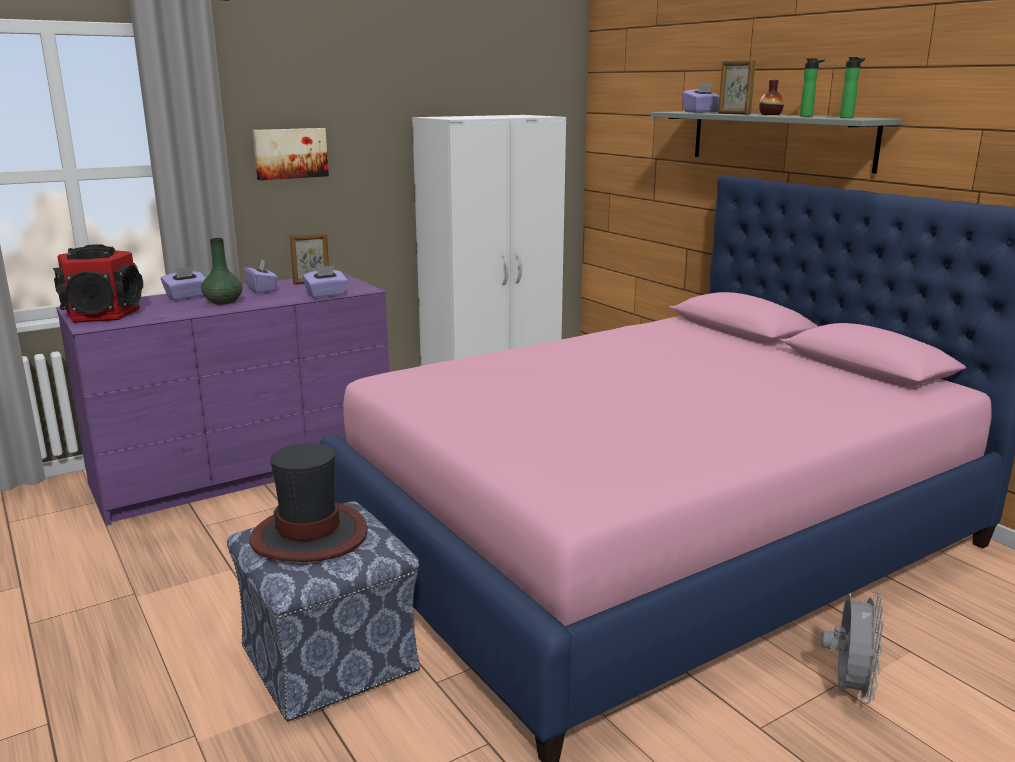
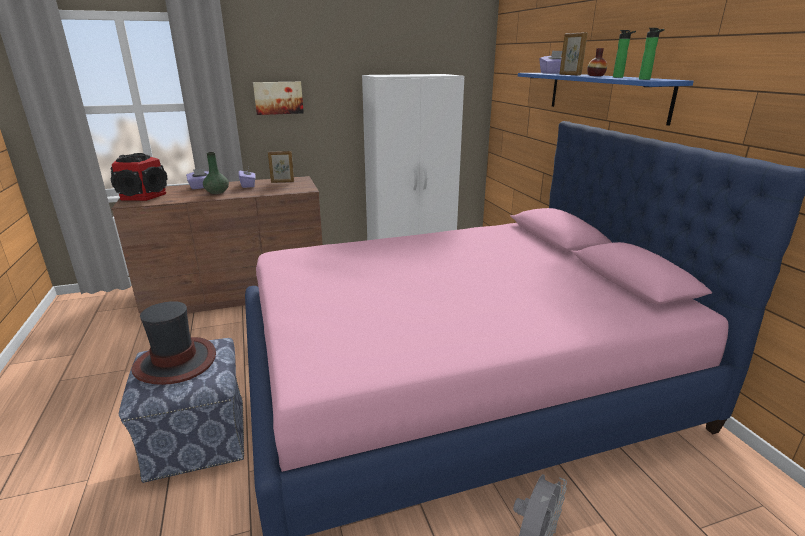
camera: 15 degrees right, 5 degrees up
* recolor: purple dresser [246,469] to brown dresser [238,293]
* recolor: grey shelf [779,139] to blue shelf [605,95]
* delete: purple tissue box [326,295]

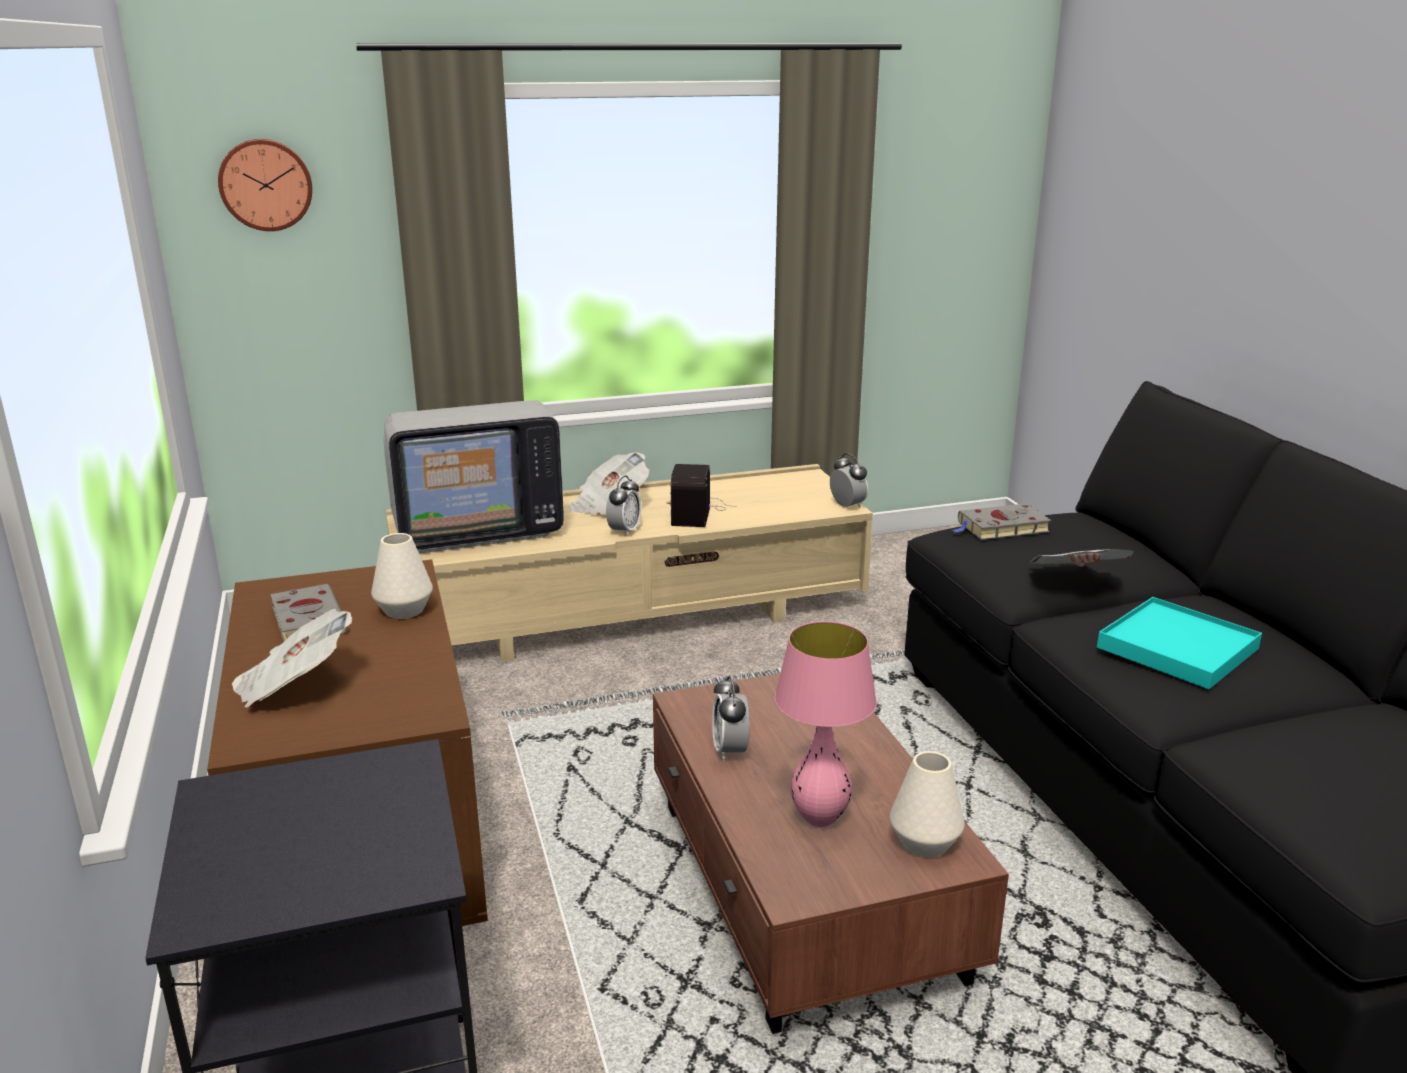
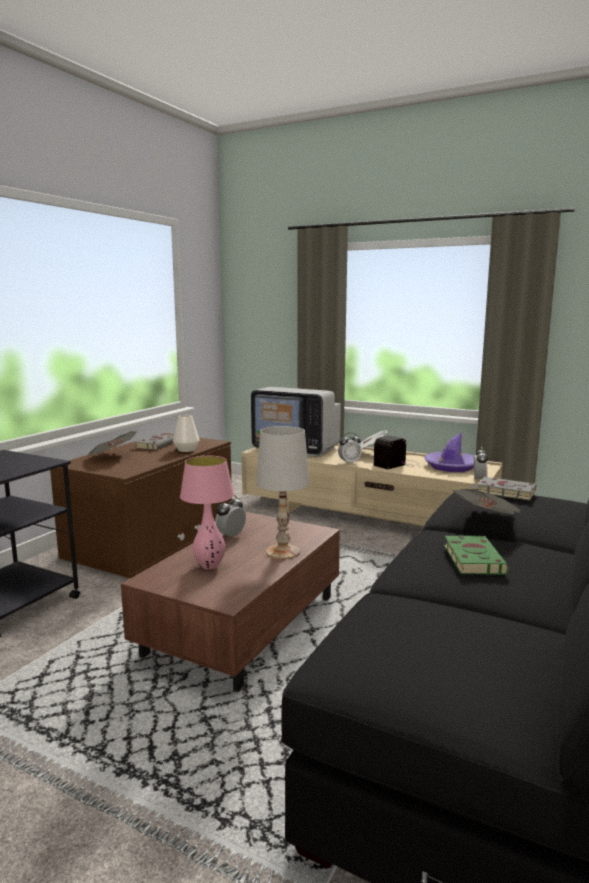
camera: 45 degrees right, 10 degrees down
* insert: white table lamp [283,552]
* insert: purple hat [451,466]
* replace: turquoise tray [1177,648] to green book [472,558]
* delete: wall clock [266,184]
* delete: white vase [925,842]

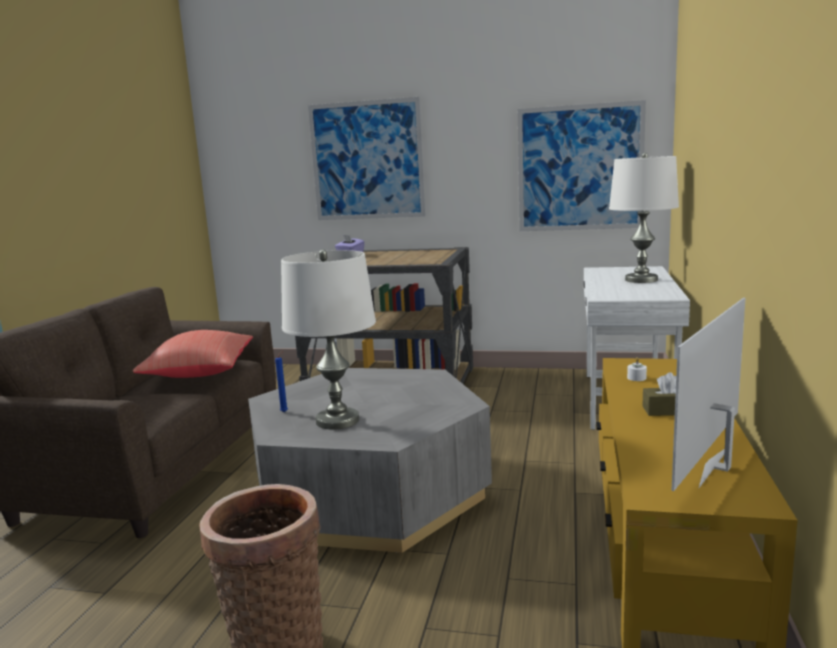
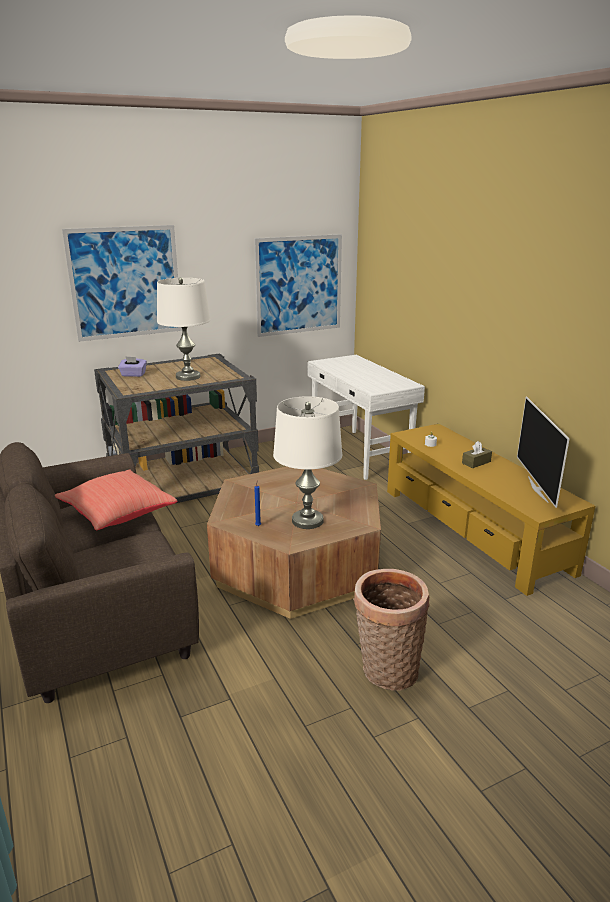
camera: 40 degrees left, 10 degrees up
* move: white table lamp [641,280] to [188,377]
* recolor: grey coffee table [370,492] to brown coffee table [296,565]

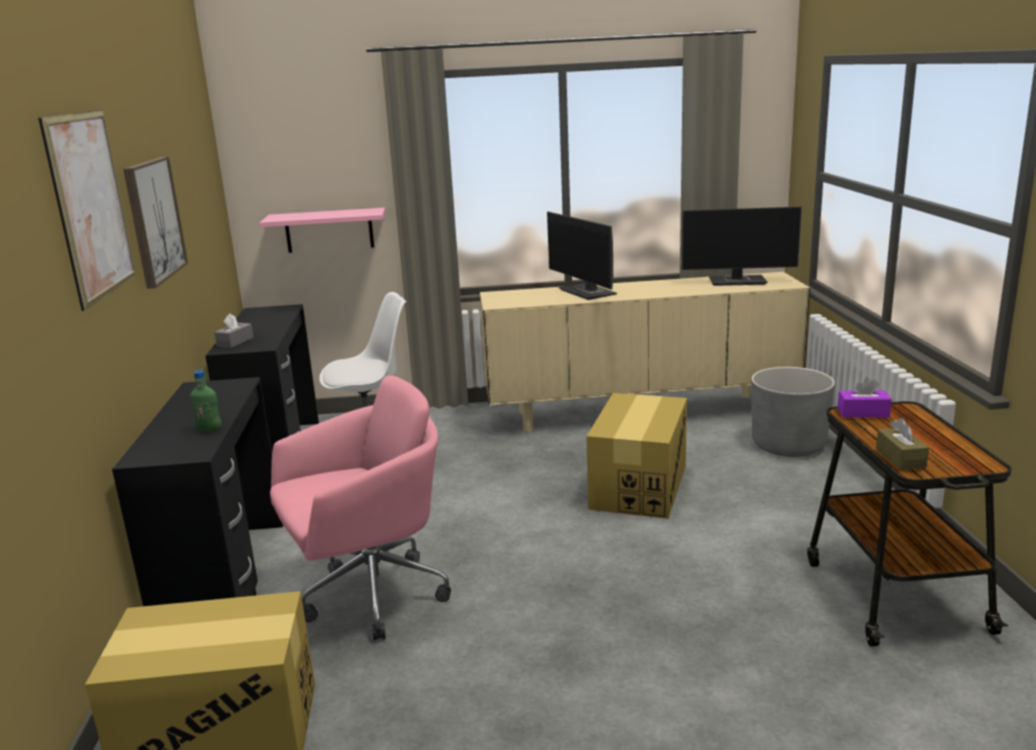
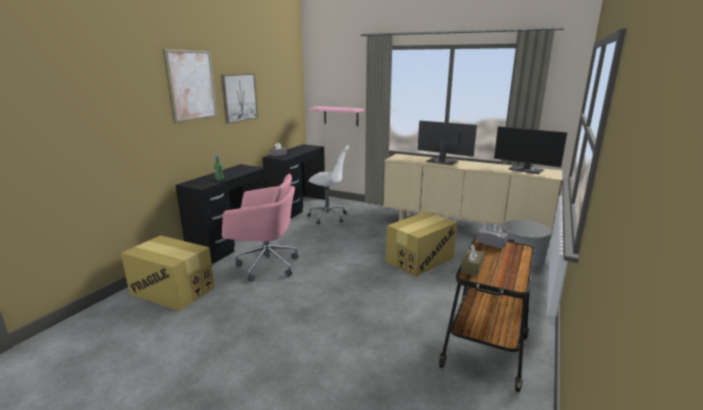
camera: 30 degrees right, 0 degrees up
* rotate: monitor [588,292] = [441,161] 120 degrees clockwise
* recolor: purple tissue box [863,413] to grey tissue box [491,243]

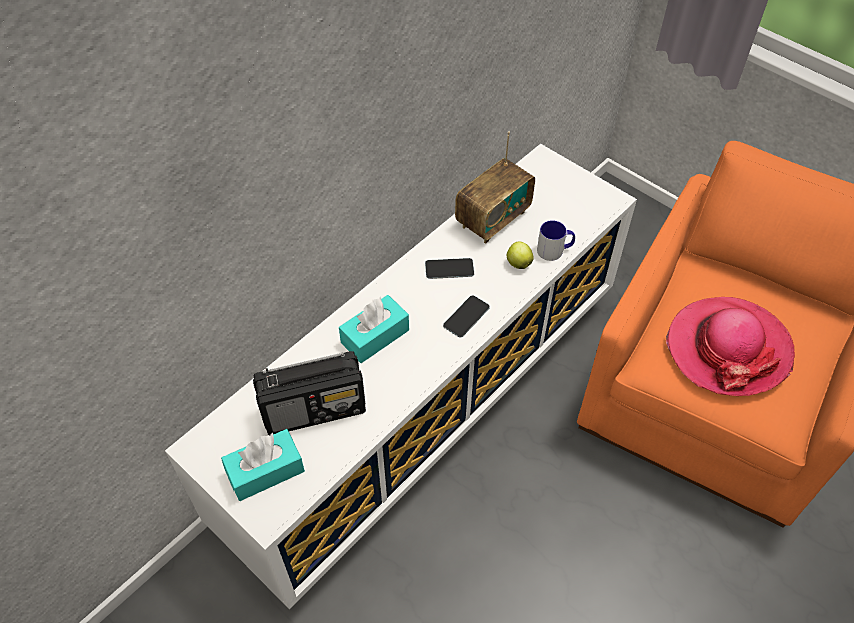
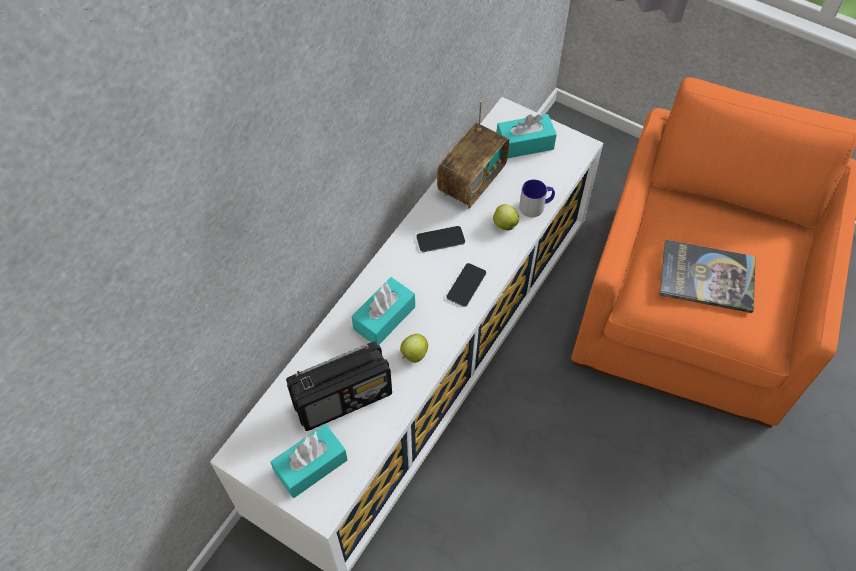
camera: 10 degrees left, 5 degrees up
* insert: apple [413,355]
* insert: turquoise tissue box [524,144]
* replace: hat [727,348] to book [707,277]

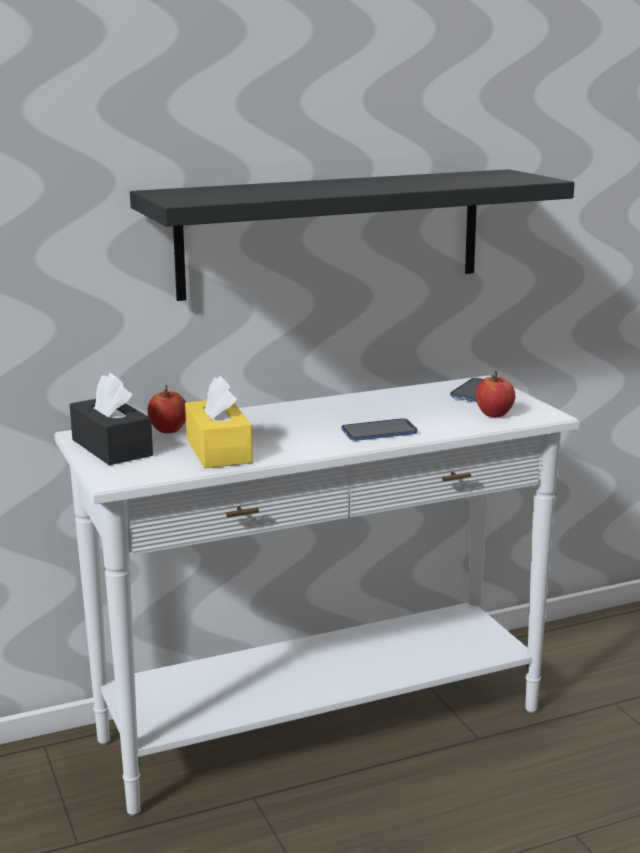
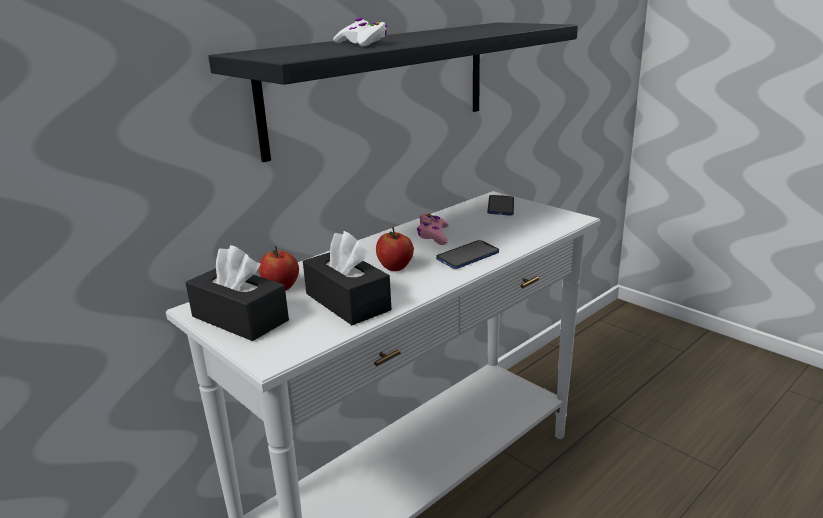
camera: 20 degrees left, 5 degrees up
* recolor: yellow tissue box [218,450] to black tissue box [347,302]
* insert: white game controller [361,43]
* move: apple [494,414] to [395,267]
* insert: pink game controller [433,235]

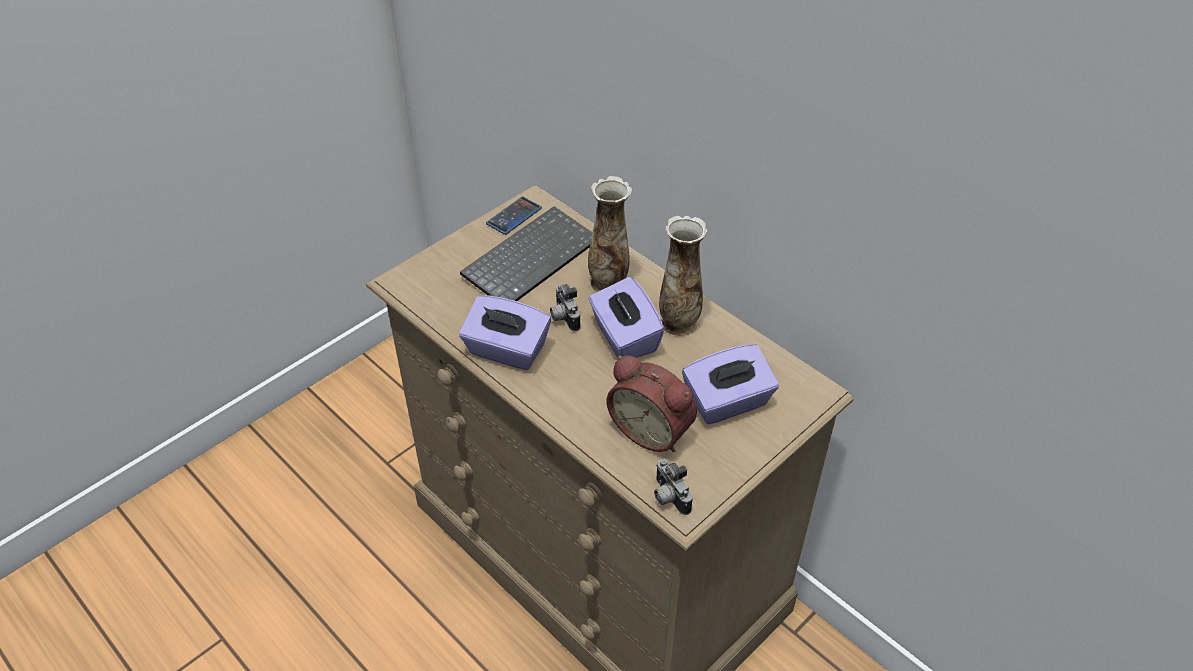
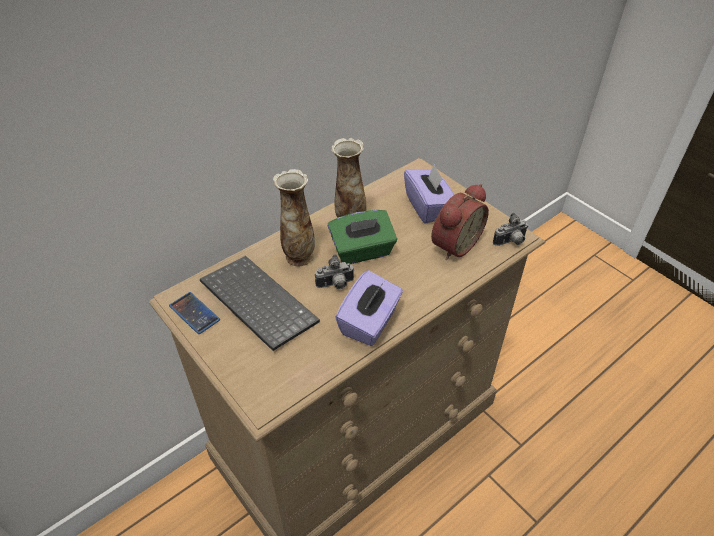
camera: 85 degrees left, 0 degrees up
* recolor: purple tissue box [624,337] to green tissue box [362,251]

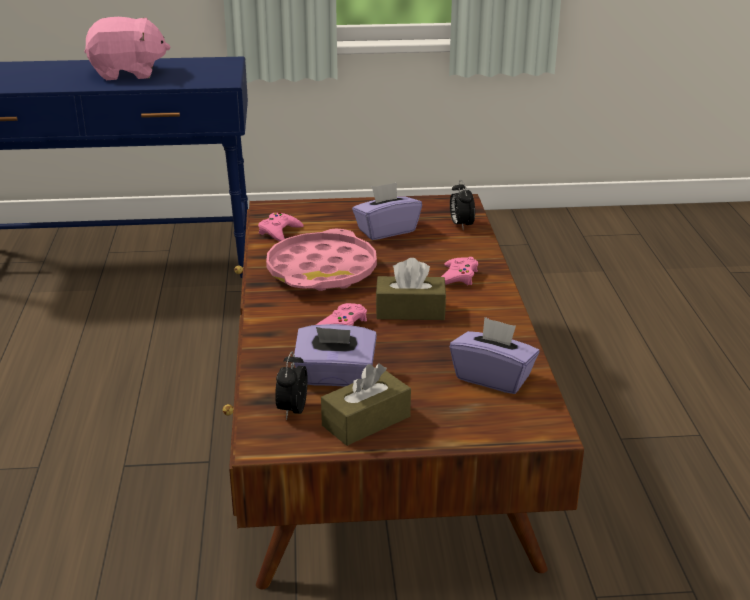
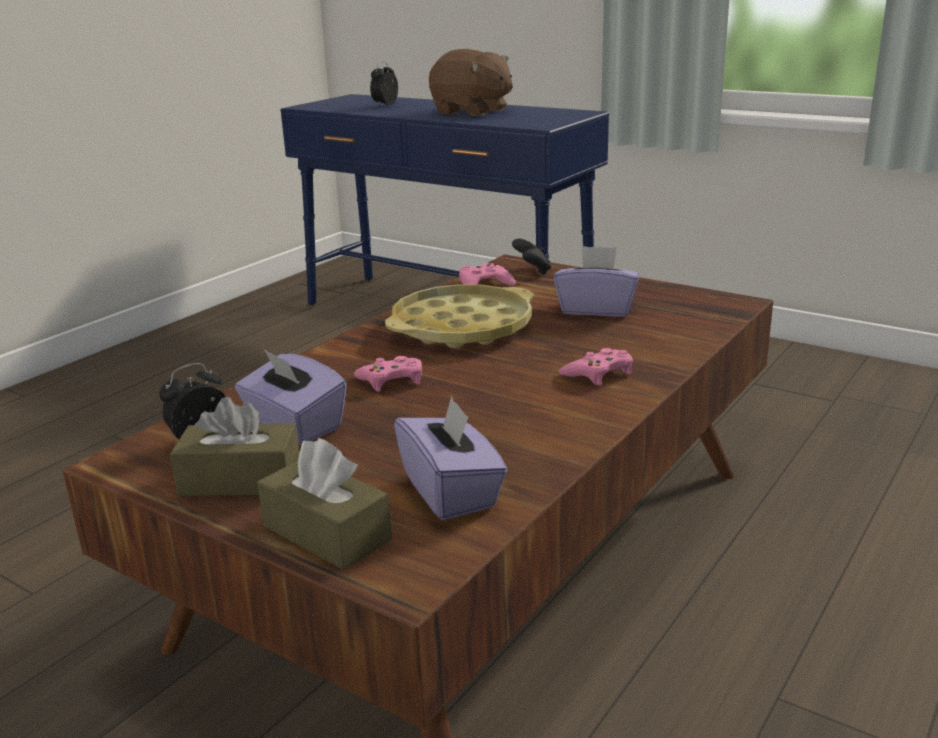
camera: 40 degrees right, 5 degrees down
* move: brown tissue box [410,311] to [326,533]
* move: alarm clock [461,225] to [385,105]
* recolor: pink tray [322,271] to yellow tray [462,327]
* recolor: pink plush toy [128,73] to brown plush toy [472,112]
* insert: black game controller [533,271]

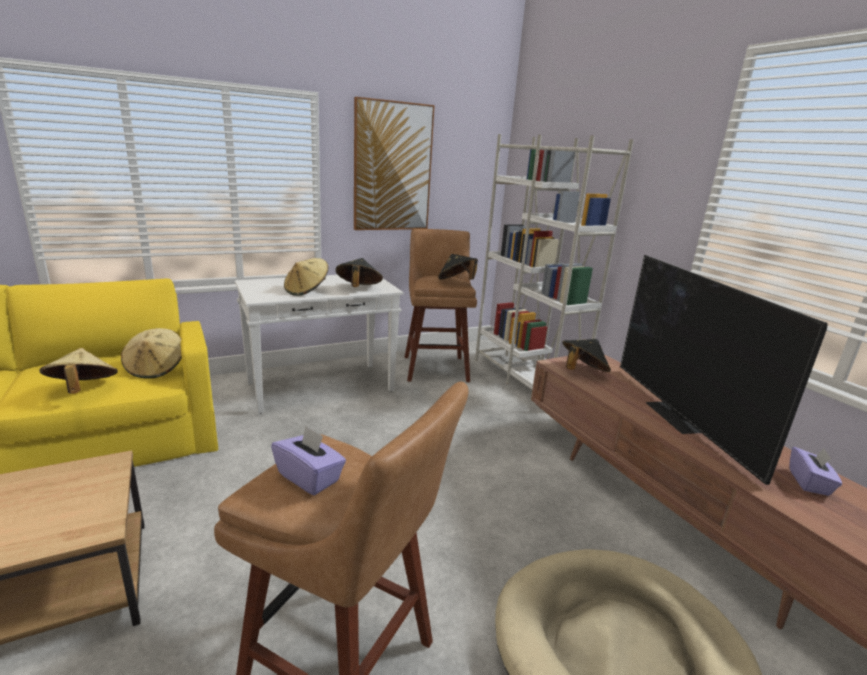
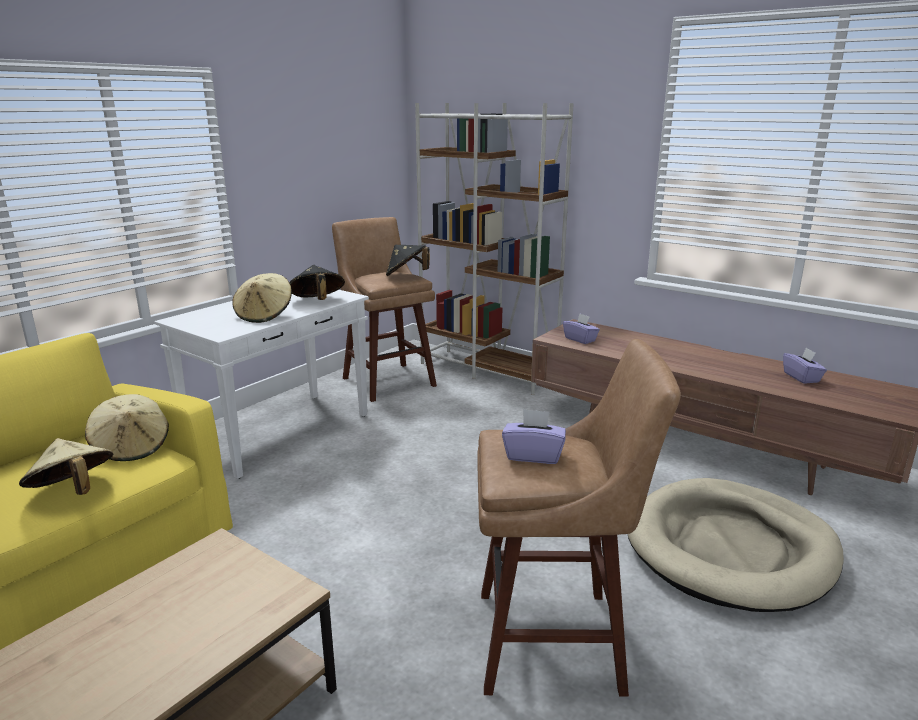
camera: 25 degrees left, 0 degrees up
* recolor: white bookcase [524,380] to brown bookcase [487,371]
* replace: black hat [582,372] to purple tissue box [580,339]
* delete: picture [392,167]
* delete: television [678,417]

